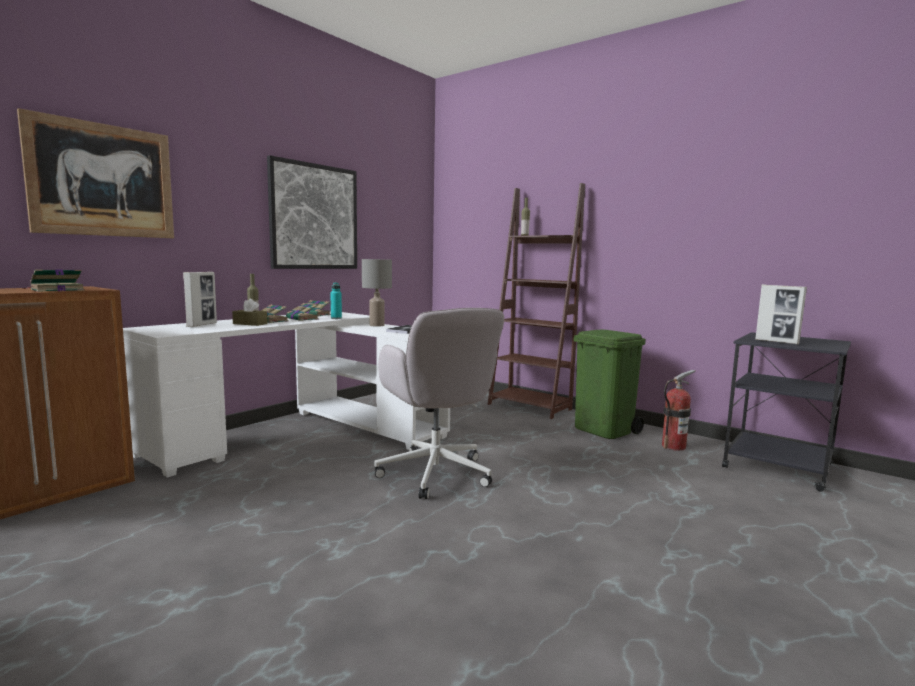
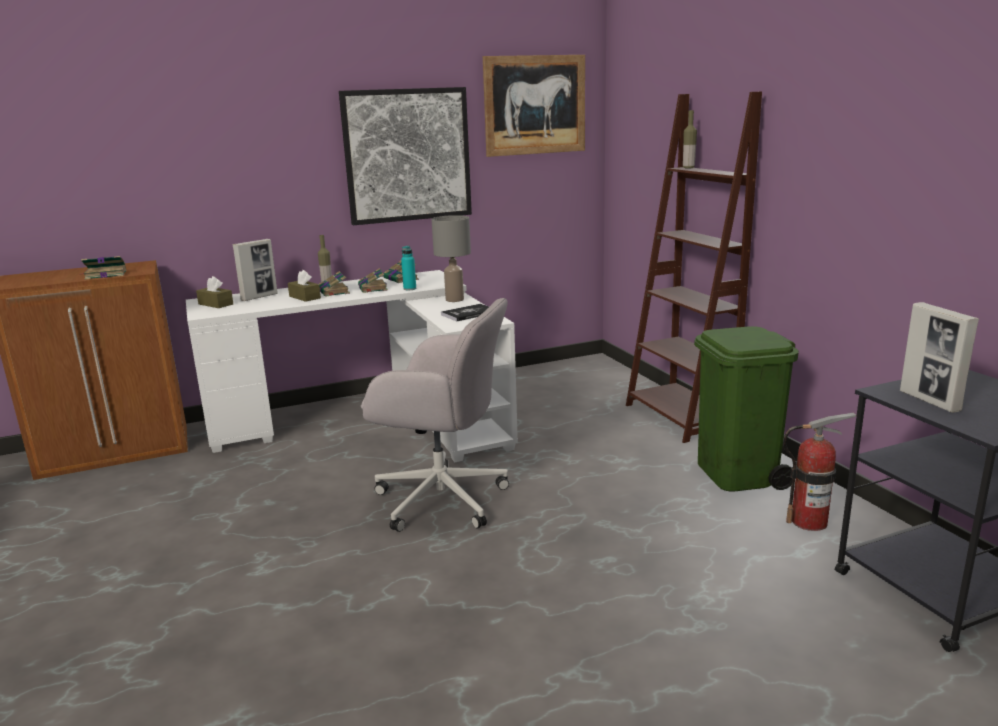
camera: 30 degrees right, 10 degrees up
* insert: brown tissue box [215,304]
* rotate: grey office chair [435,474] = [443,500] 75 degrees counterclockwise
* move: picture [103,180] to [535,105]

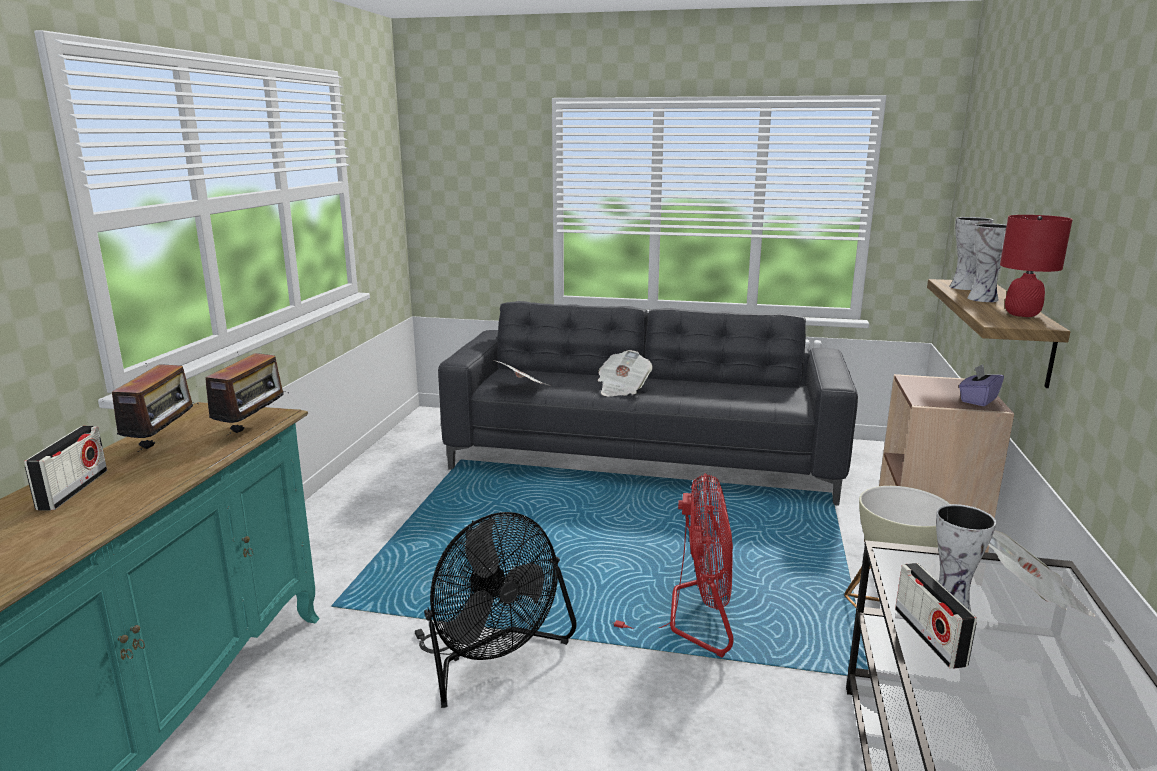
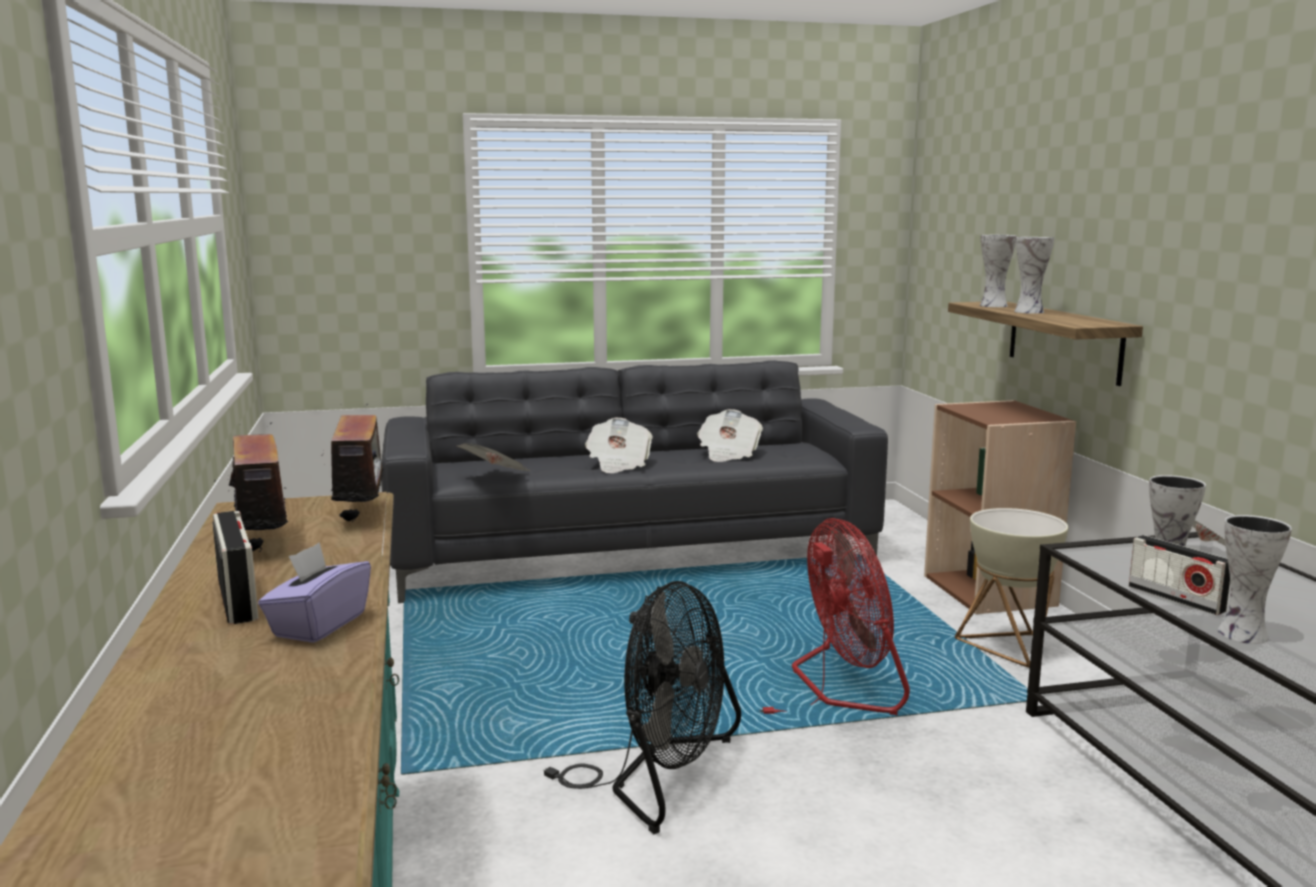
camera: 25 degrees left, 5 degrees down
* move: purple tissue box [978,400] to [318,625]
* insert: newspaper [728,454]
* insert: vase [1240,634]
* delete: red table lamp [1021,314]

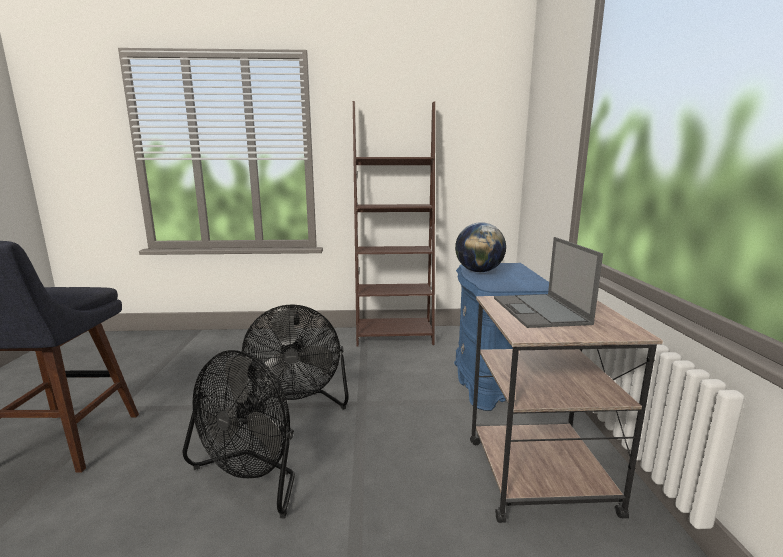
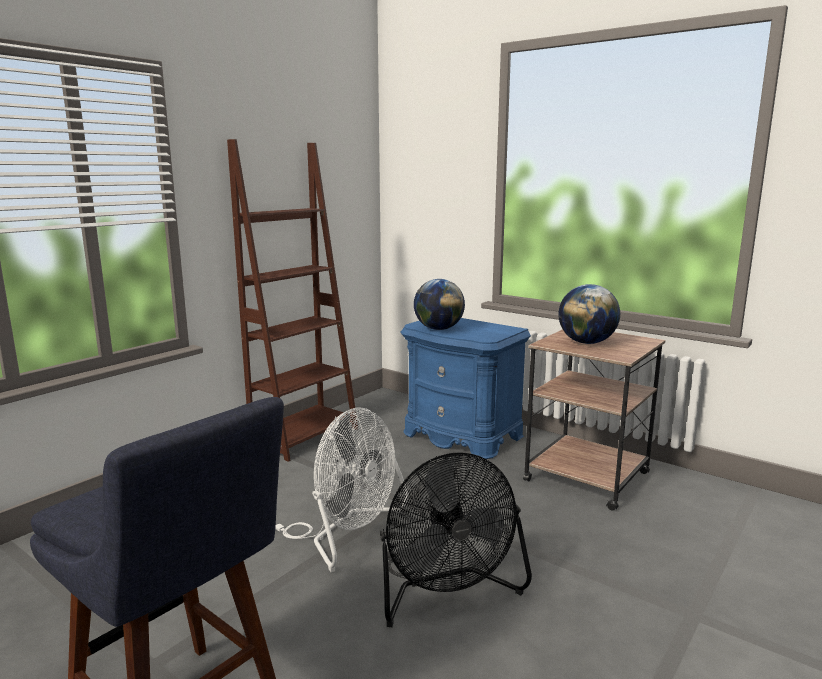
camera: 50 degrees left, 0 degrees up
* recolor: black fan [292,402] to white fan [345,534]
* replace: laptop [540,311] to globe [586,342]

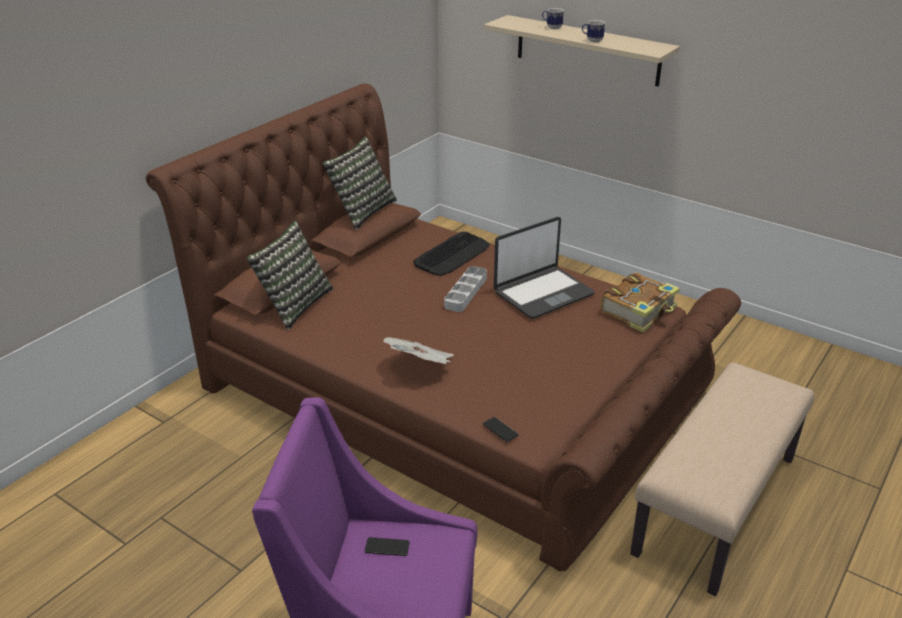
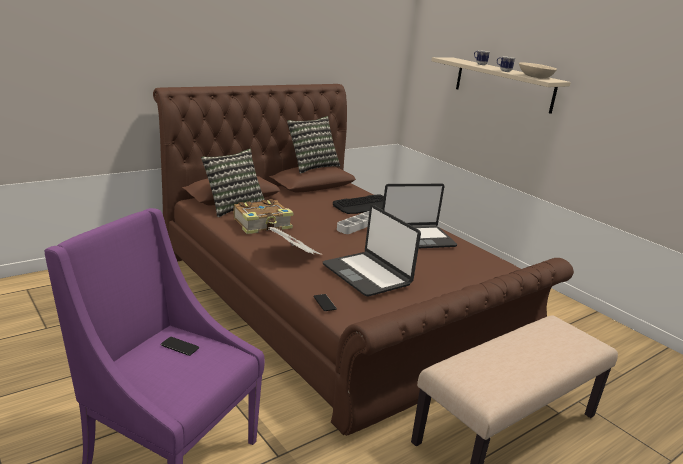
camera: 15 degrees right, 10 degrees down
* move: book [639,310] to [263,224]
* insert: laptop [367,274]
* insert: beige bowl [535,76]

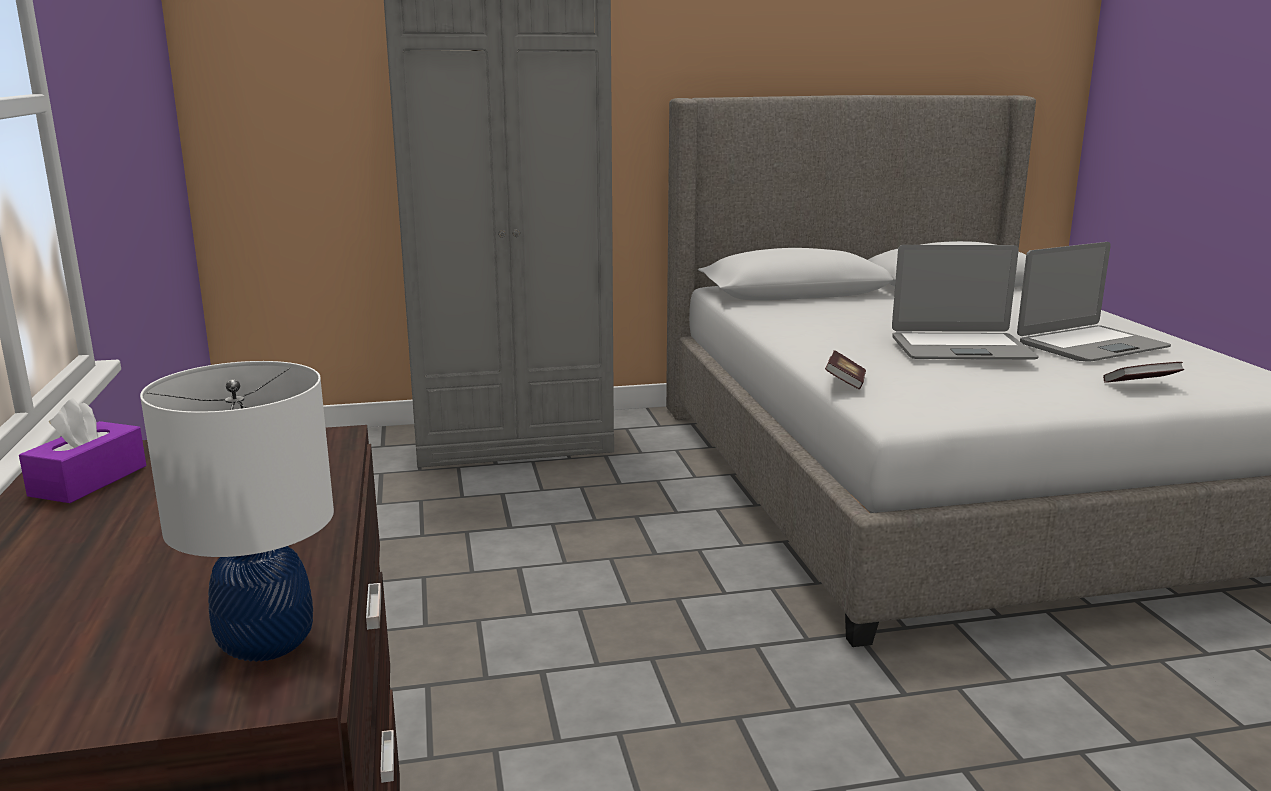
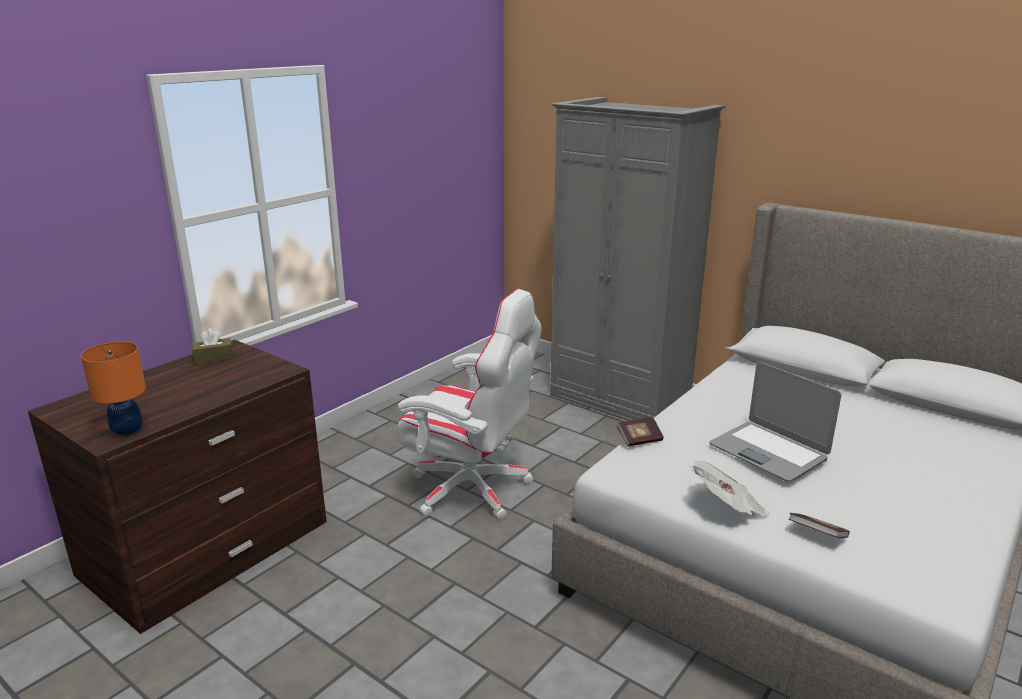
camera: 50 degrees right, 5 degrees up
* recolor: white table lamp [263,644] to orange table lamp [128,430]
* recolor: purple tissue box [89,480] to brown tissue box [213,358]
* insert: white office chair [470,488]
* insert: newspaper [727,507]
* delete: laptop [1090,346]

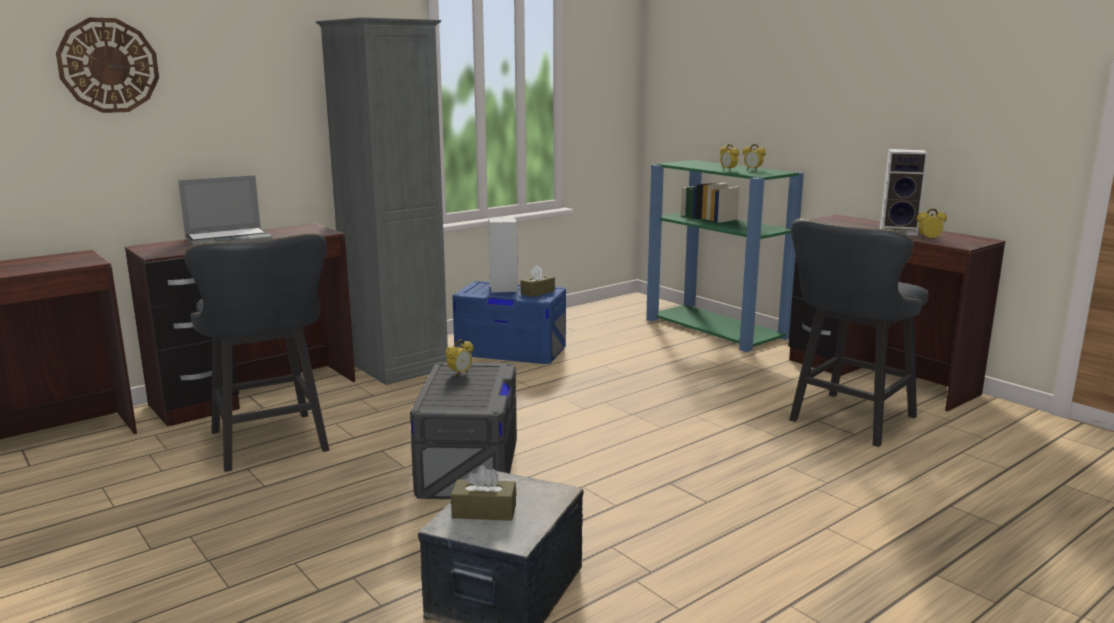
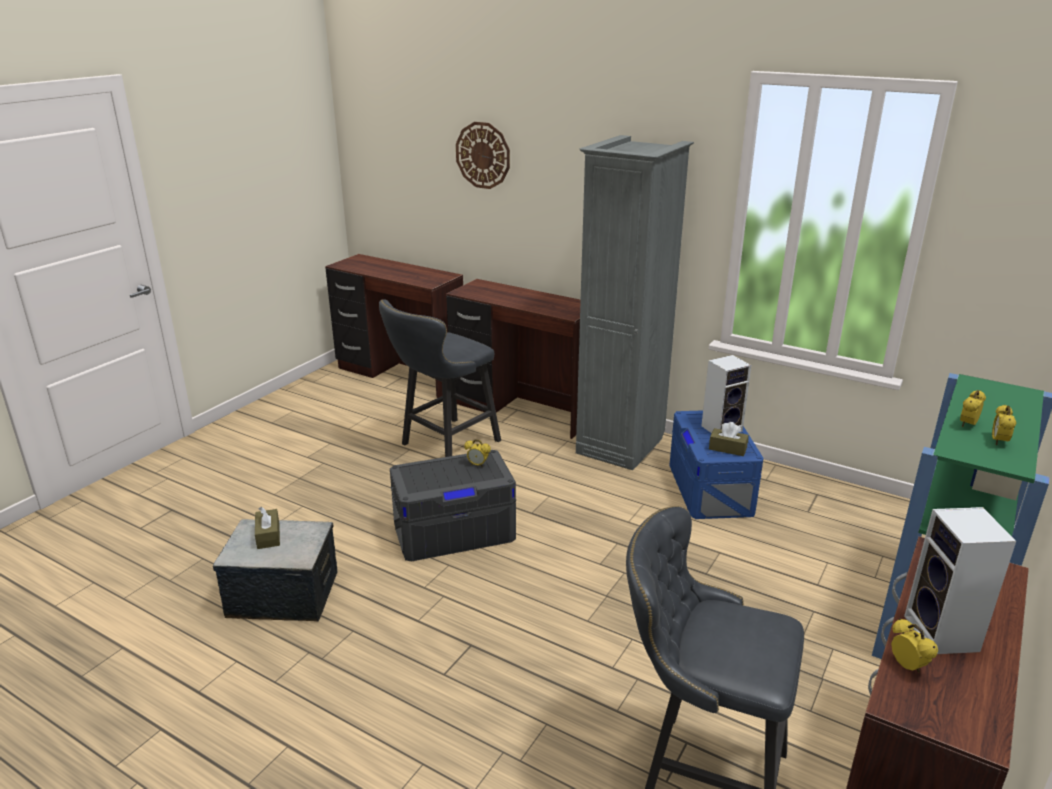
camera: 70 degrees right, 10 degrees up
* delete: laptop [229,240]

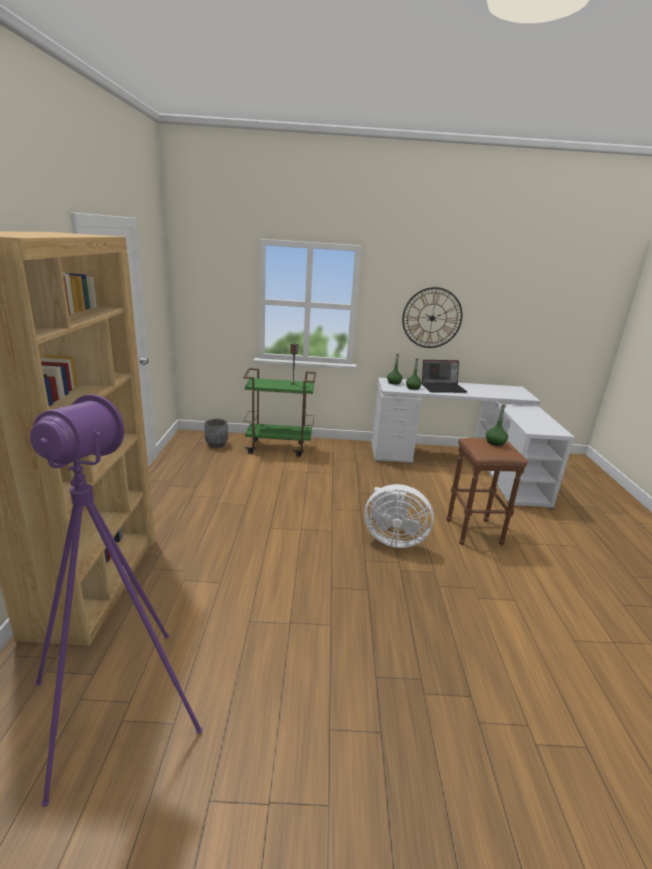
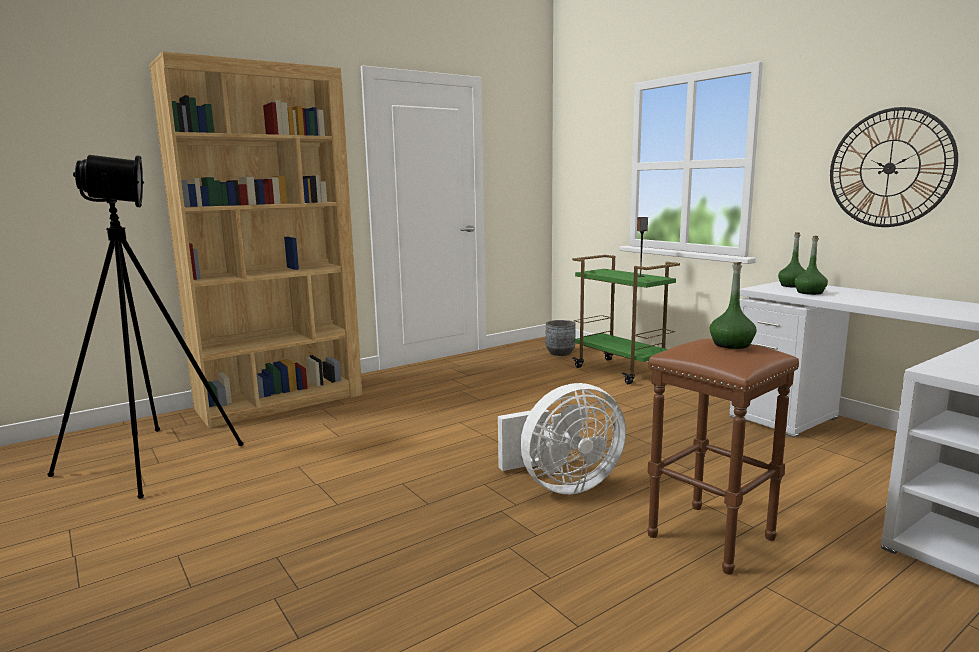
camera: 55 degrees right, 10 degrees down
* recolor: purple floor lamp [117,706] to black floor lamp [151,460]
* rotate: white fan [393,539] = [562,485] 90 degrees counterclockwise
* delete: laptop [443,388]

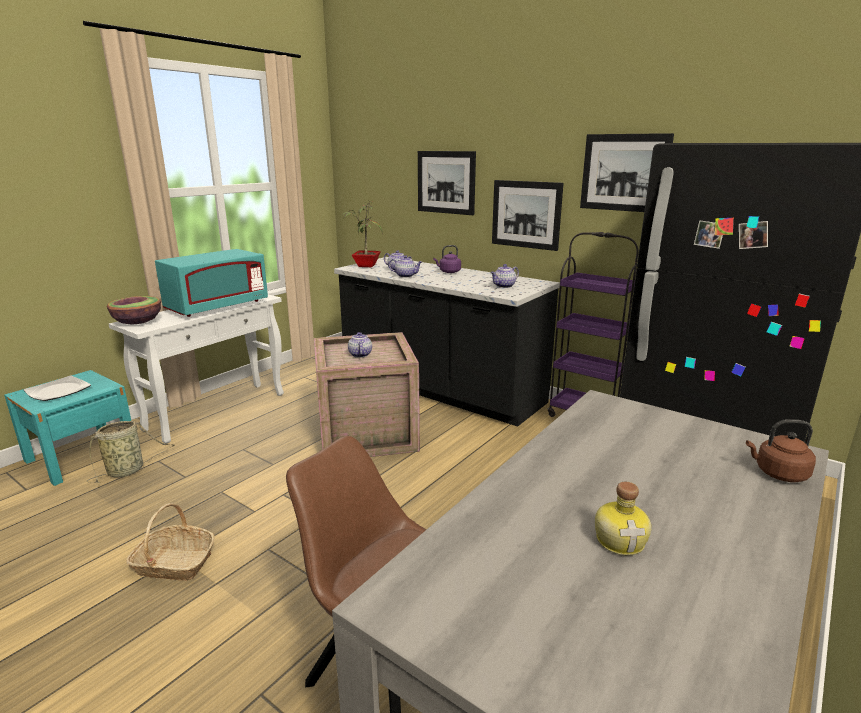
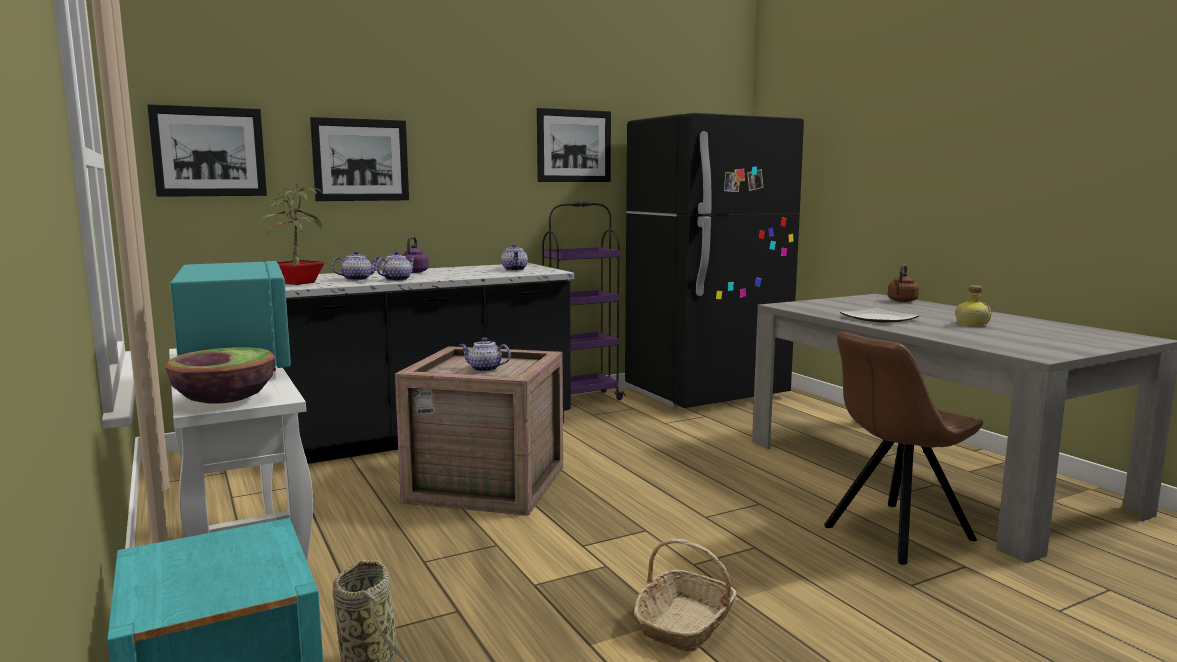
camera: 65 degrees left, 10 degrees down
* move: picture [526,214] to [209,152]
* move: plate [58,391] to [879,318]

